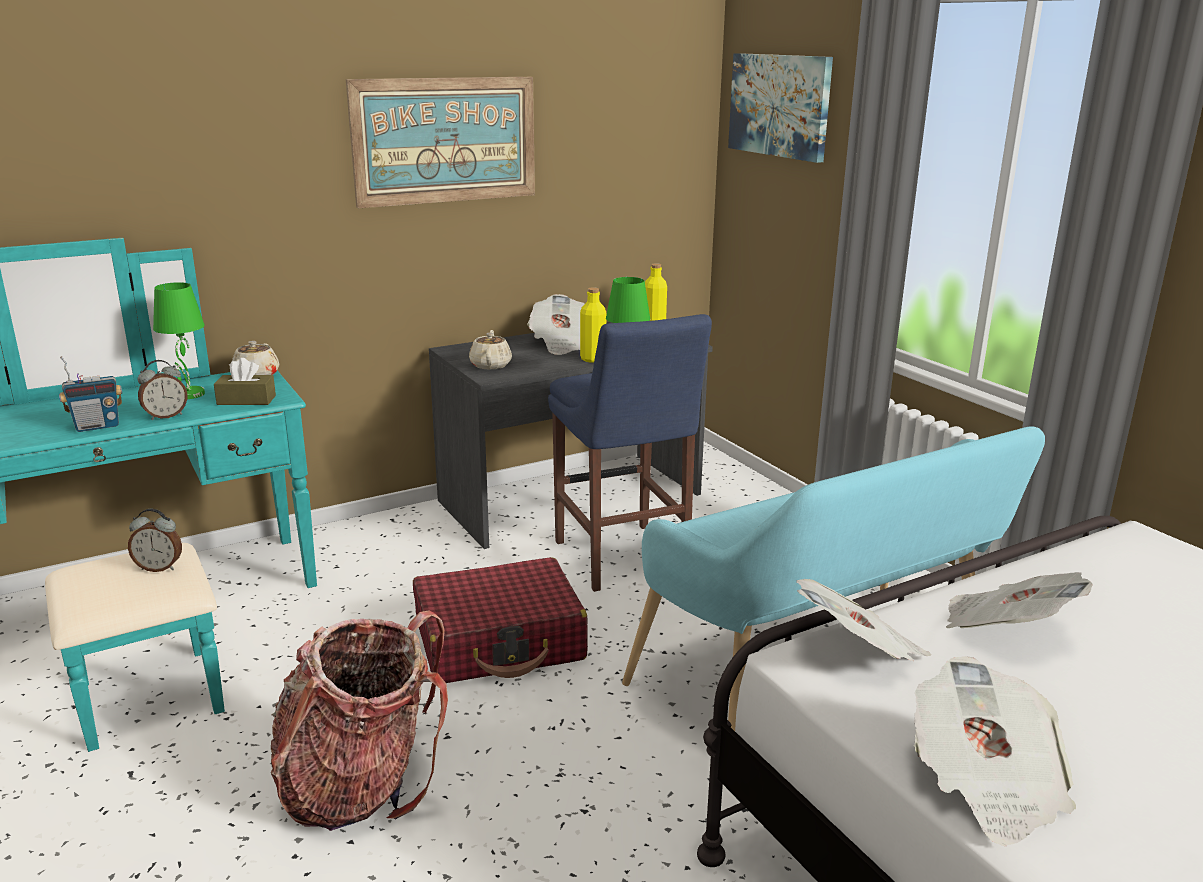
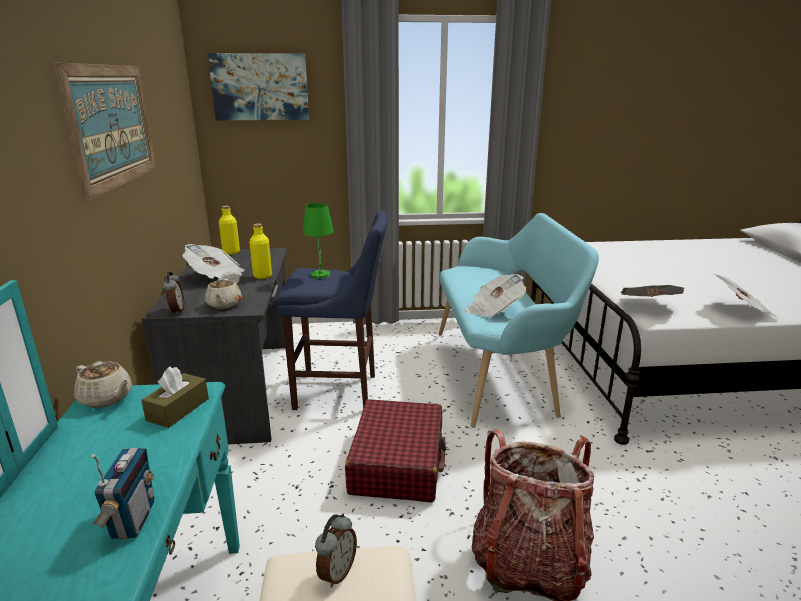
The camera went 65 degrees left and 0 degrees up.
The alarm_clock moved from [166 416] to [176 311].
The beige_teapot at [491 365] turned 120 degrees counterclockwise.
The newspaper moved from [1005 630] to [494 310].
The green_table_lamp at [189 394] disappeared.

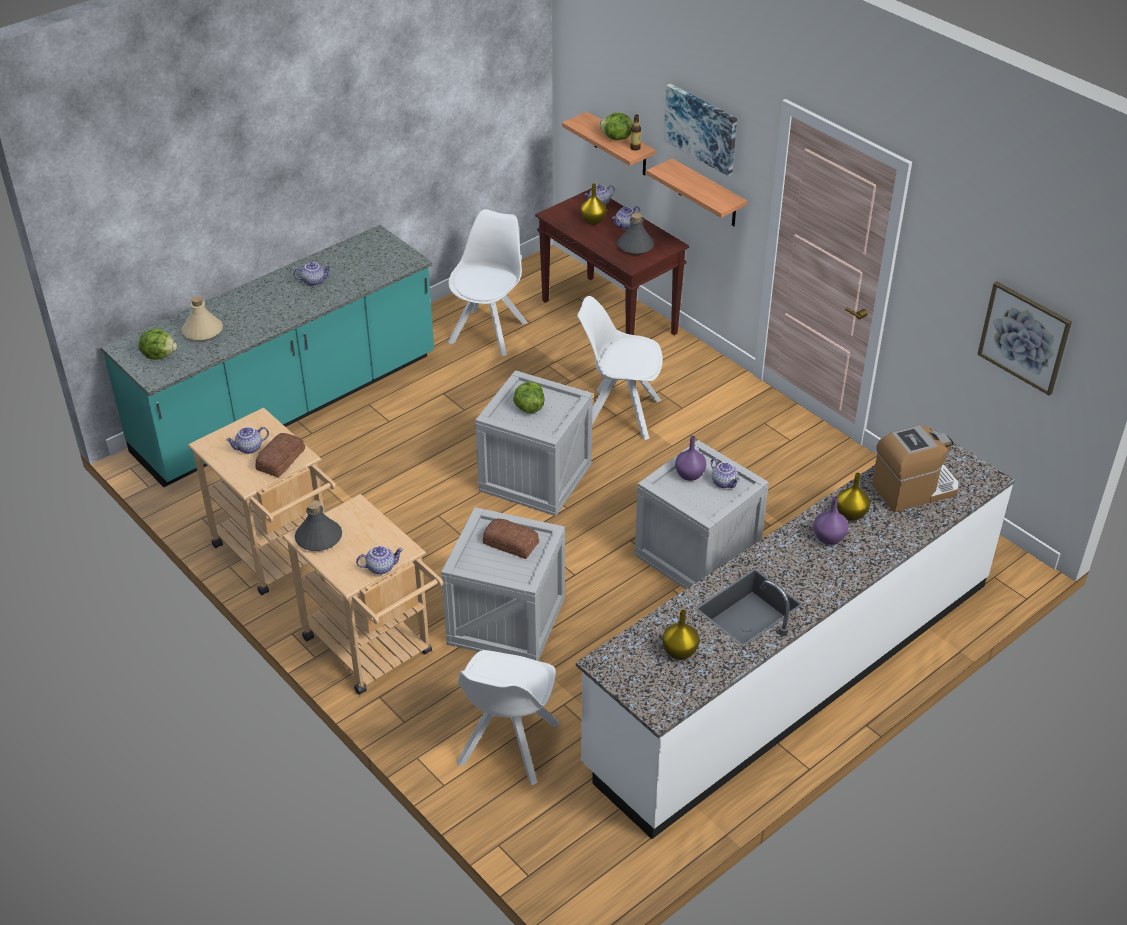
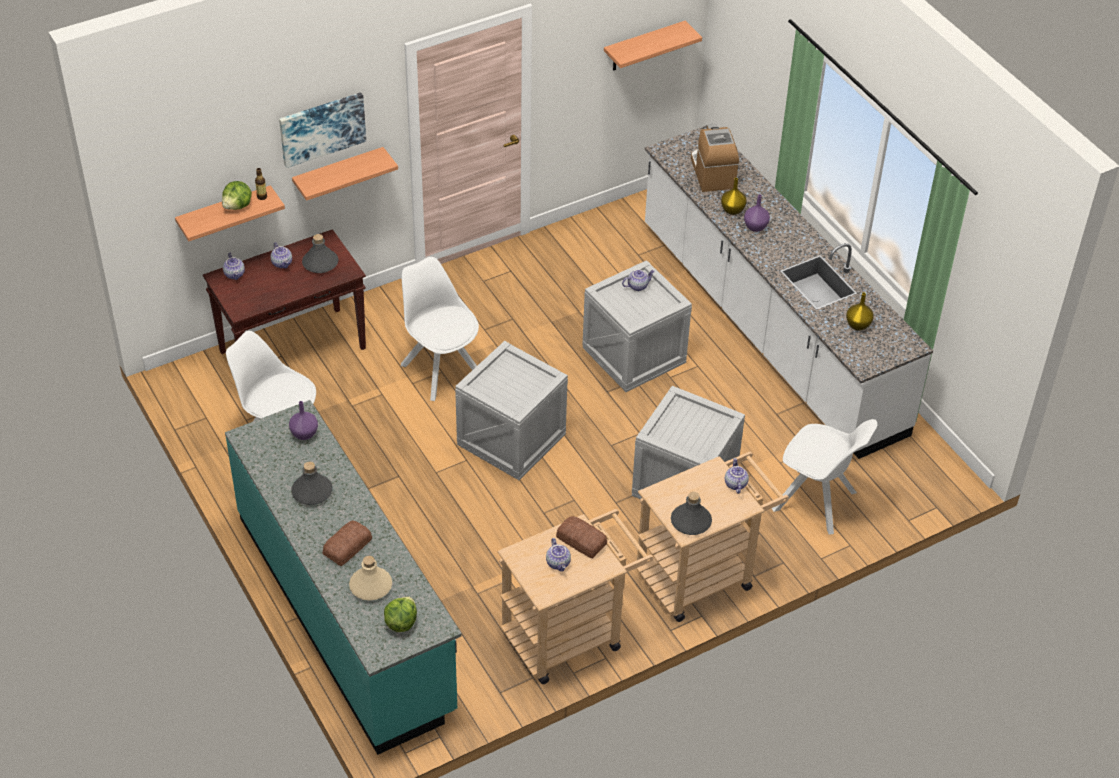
The camera went 80 degrees left and 5 degrees up.
The purple_vase moved from [690 475] to [304 433].
The teapot at [314 281] was replaced by the grey_bottle at [312 492].
The bread moved from [510 542] to [346 547].
The white_chair at [619 413] turned 120 degrees clockwise.
The picture at [1024 337] was replaced by the shelf at [644 46].
The lettuce at [529 408] disappeared.
The yellow_vase at [593 221] disappeared.

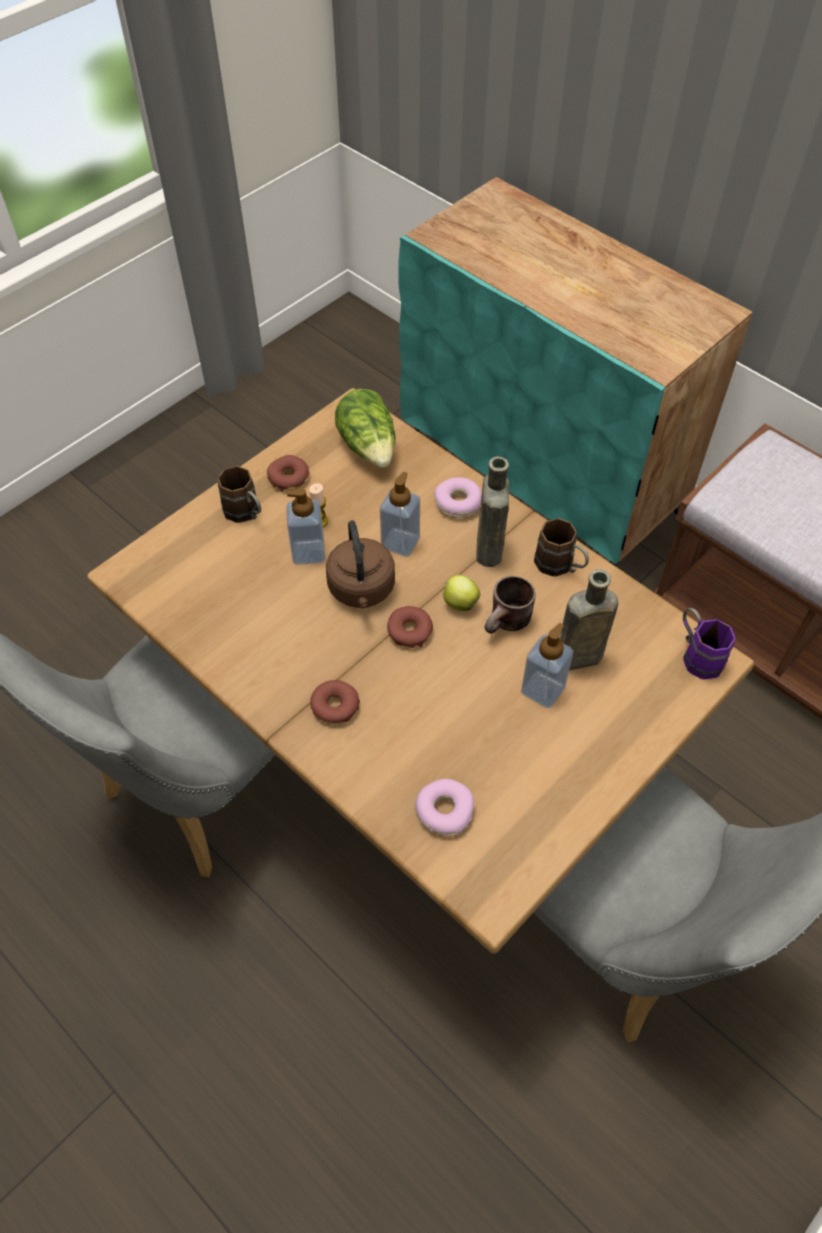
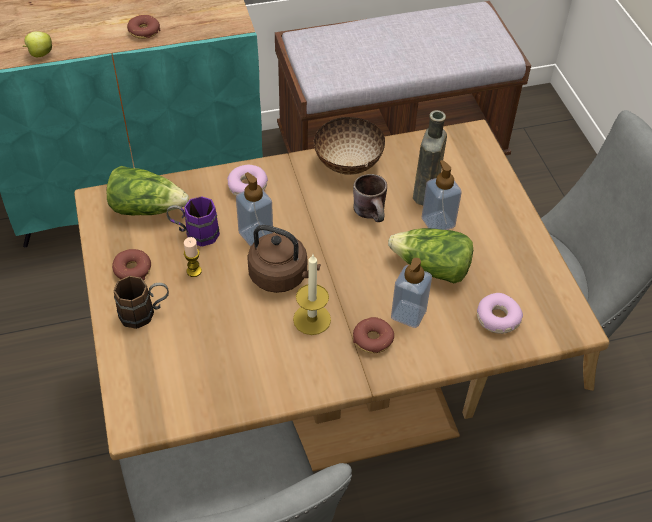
The camera went 60 degrees left and 5 degrees down.
The apple moved from [459 603] to [40 54].
The donut moved from [409 631] to [144 31].
The purple_mug moved from [697 654] to [194 234].
The candle at [312 319] appeared.
The brown_mug at [560 567] was replaced by the bowl at [347 164].
The lettuce at [431 268] appeared.
The soap_dispenser moved from [308 552] to [408 314].
The brown_bottle at [489 552] disappeared.

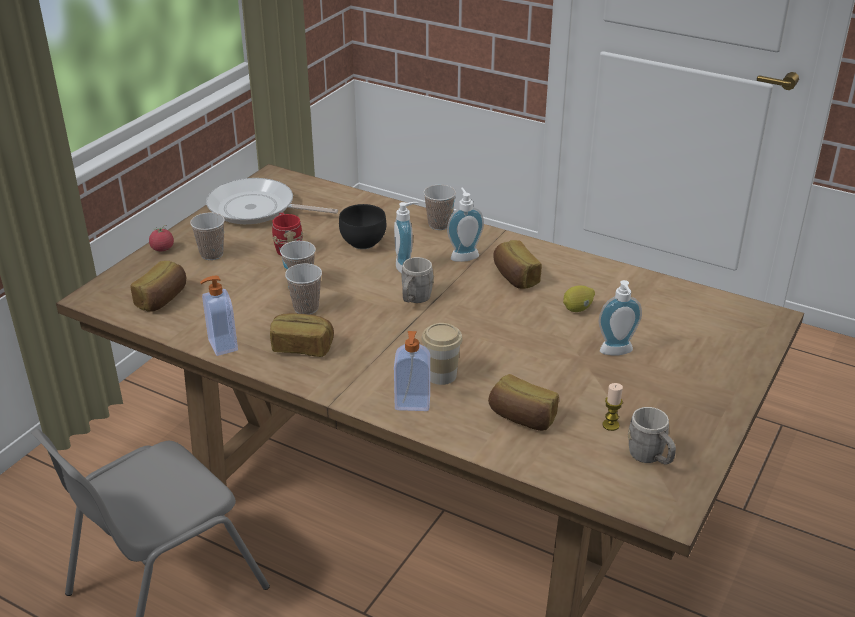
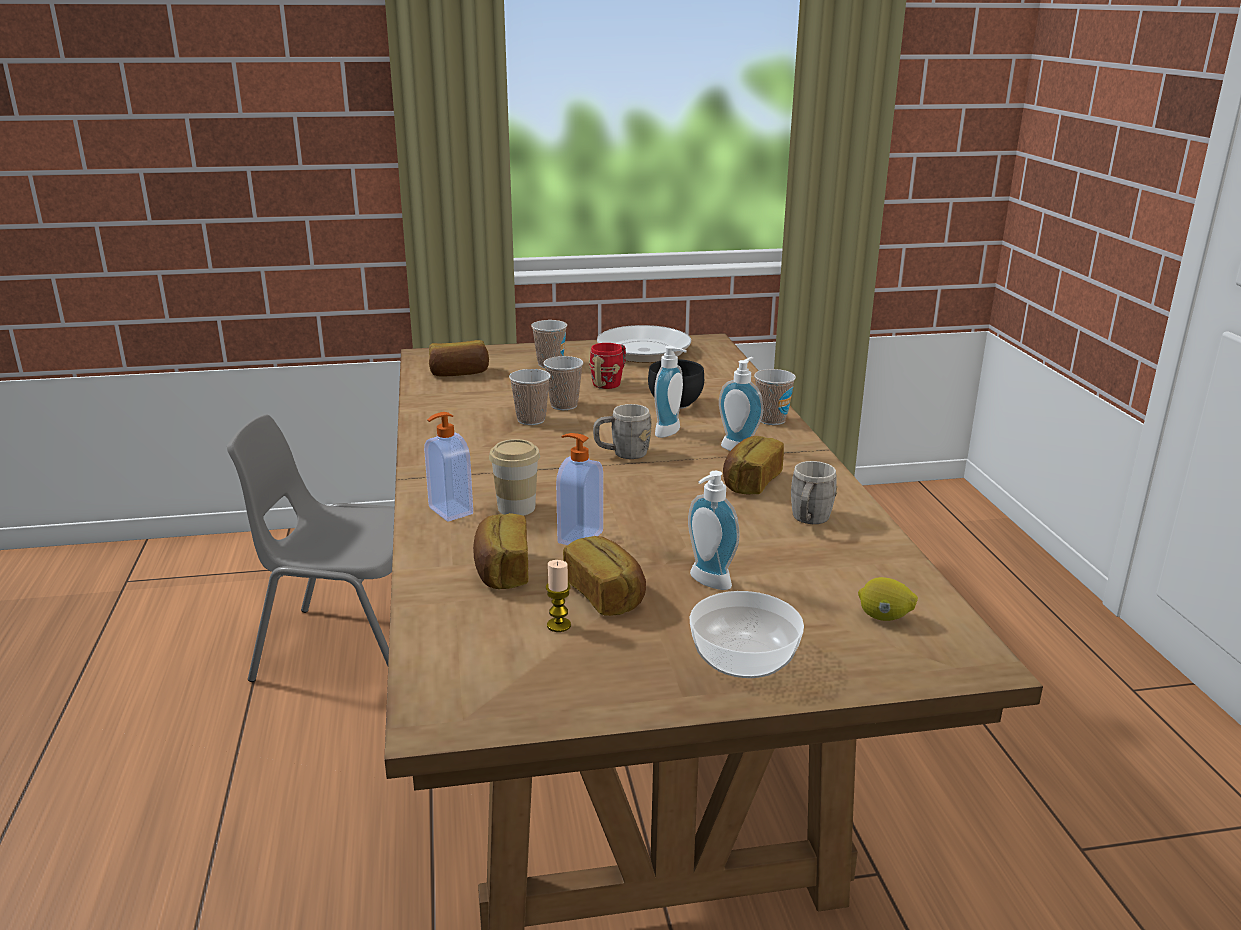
The camera went 50 degrees right and 10 degrees down.
The soap_dispenser moved from [221 345] to [579 537].
The bread moved from [302 347] to [606 595].
The bowl at [742 657] appeared.
The grey_mug moved from [650 458] to [808 520].
The lemon moved from [577 309] to [884 617].
The tomato at [162 249] disappeared.

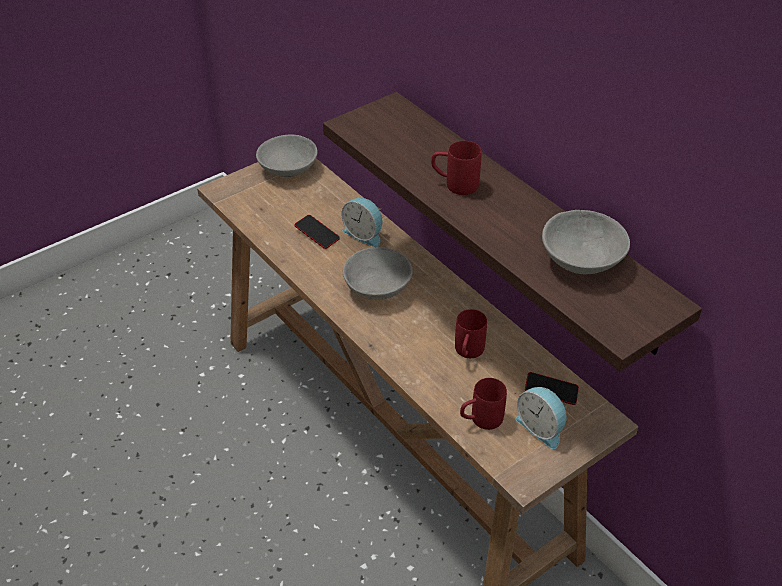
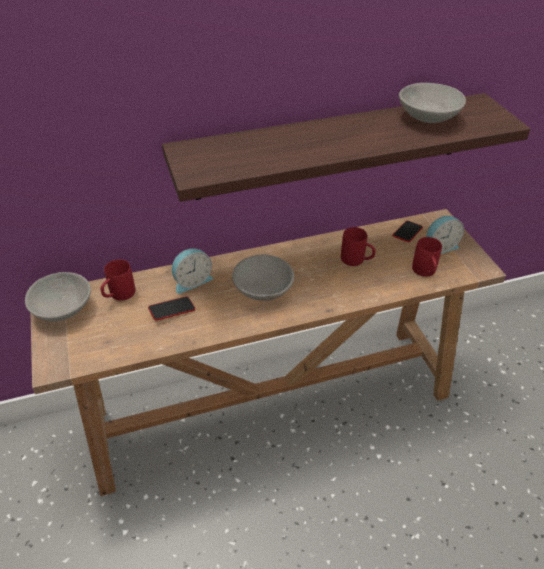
The camera went 70 degrees left and 0 degrees up.
The red_mug moved from [454 184] to [118 296].

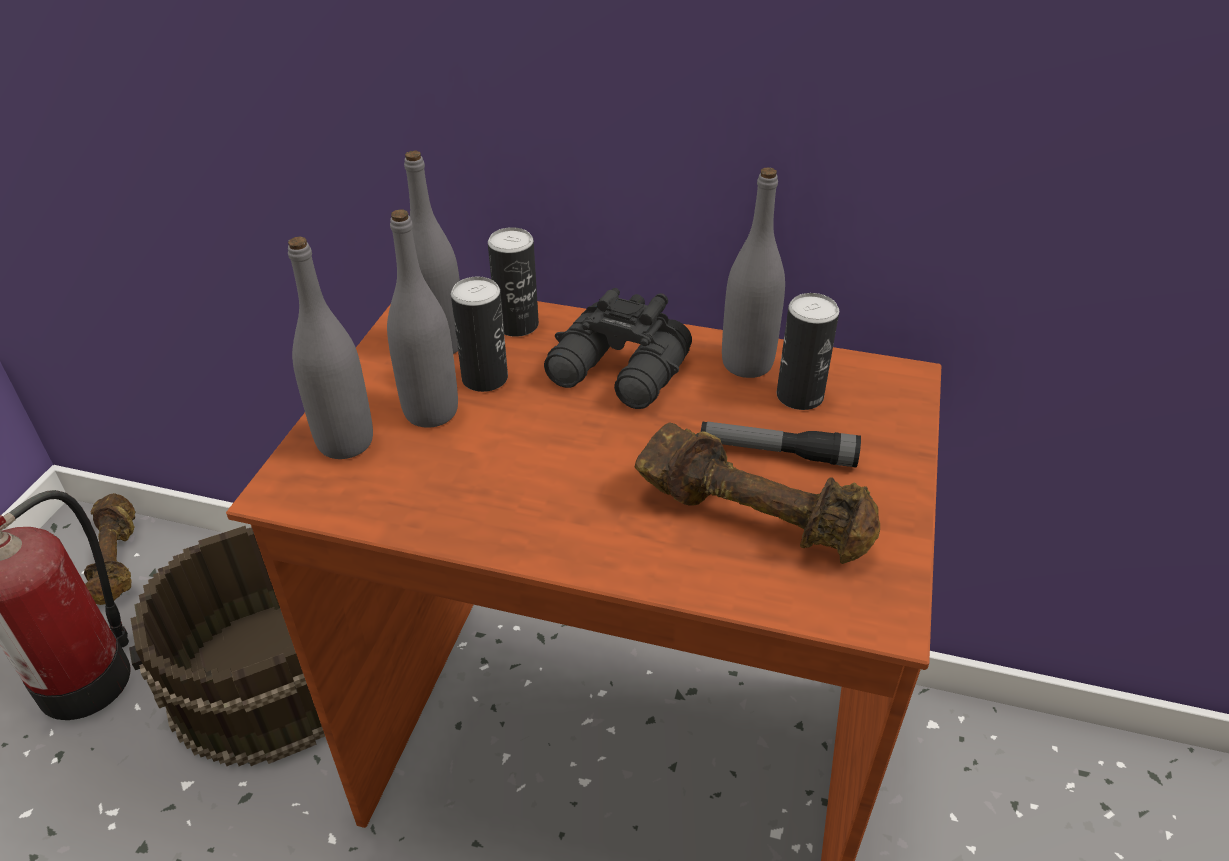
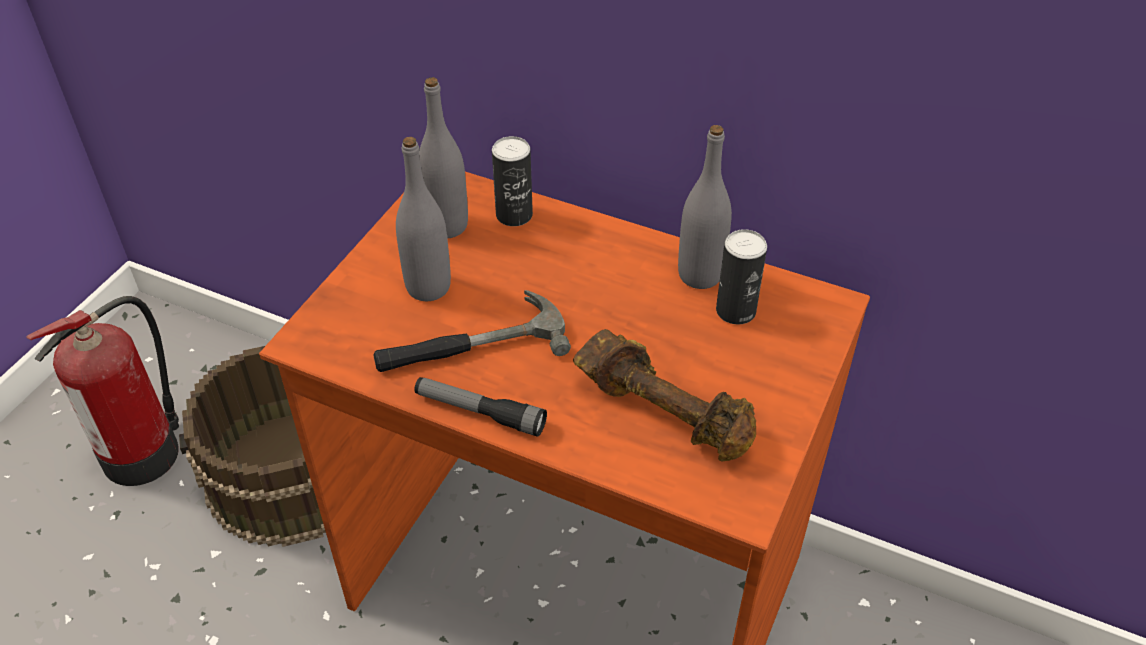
The camera went 10 degrees right and 5 degrees up.
The hammer at [470 345] appeared.
The flashlight moved from [777 453] to [479 412].
The brown_dumbbell at [118 561] disappeared.
The grey_bottle at [345 442] disappeared.
The can at [485 378] disappeared.
The black_binoculars at [620 373] disappeared.

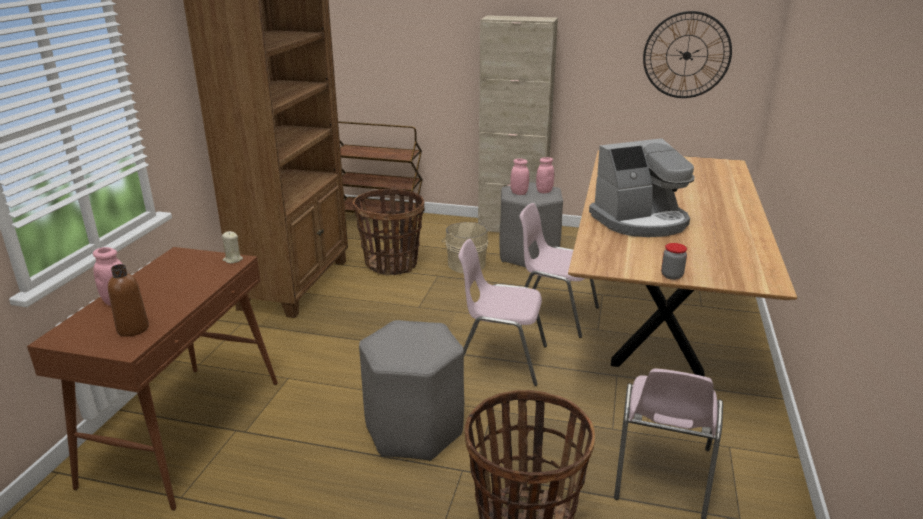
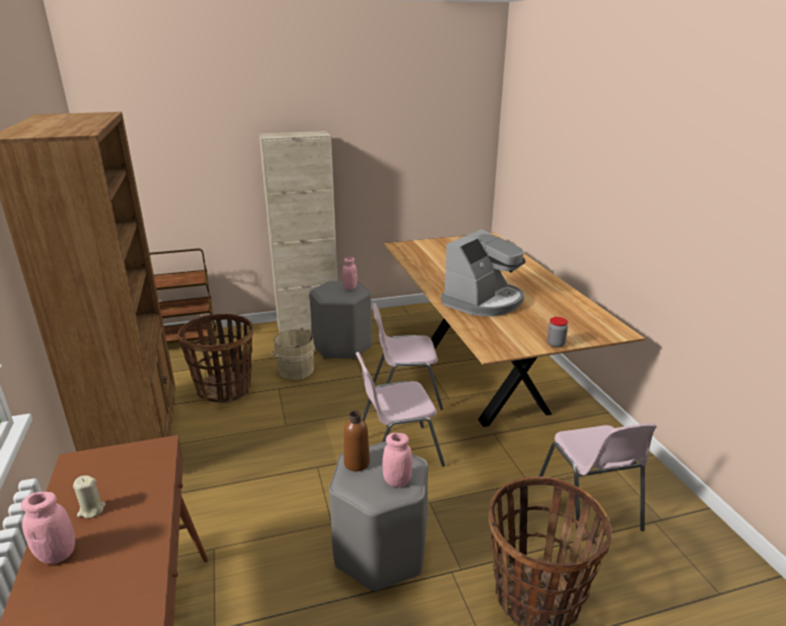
The camera went 30 degrees left and 0 degrees up.
The beige_candle moved from [233 260] to [91 510].
The brown_bottle moved from [133 329] to [356 463].
The pink_jar moved from [519 193] to [397 481].
The wall_clock at [686 55] disappeared.

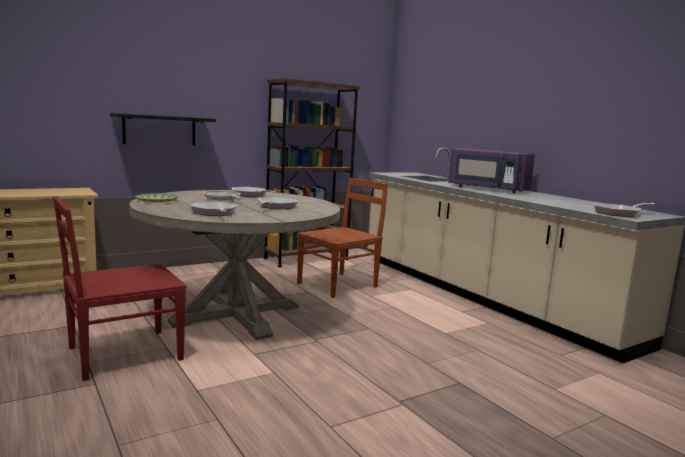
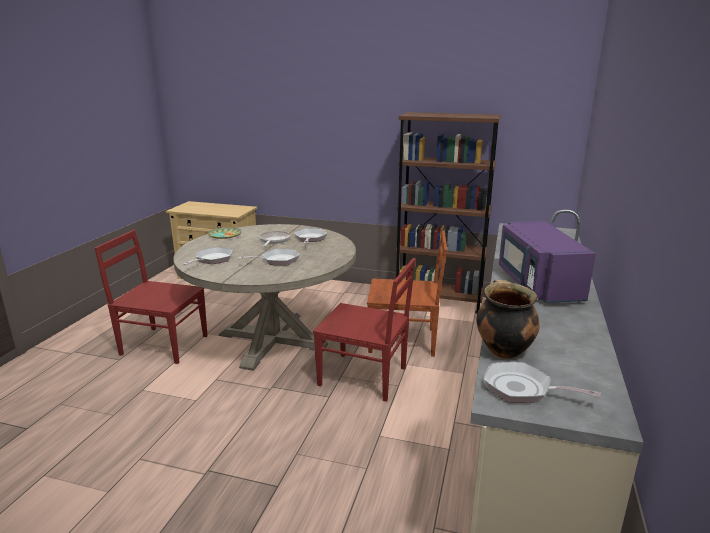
The camera went 50 degrees right and 10 degrees up.
The red_chair at [365 377] appeared.
The cooking_pot at [503 350] appeared.
The black_shelf at [159 130] disappeared.

